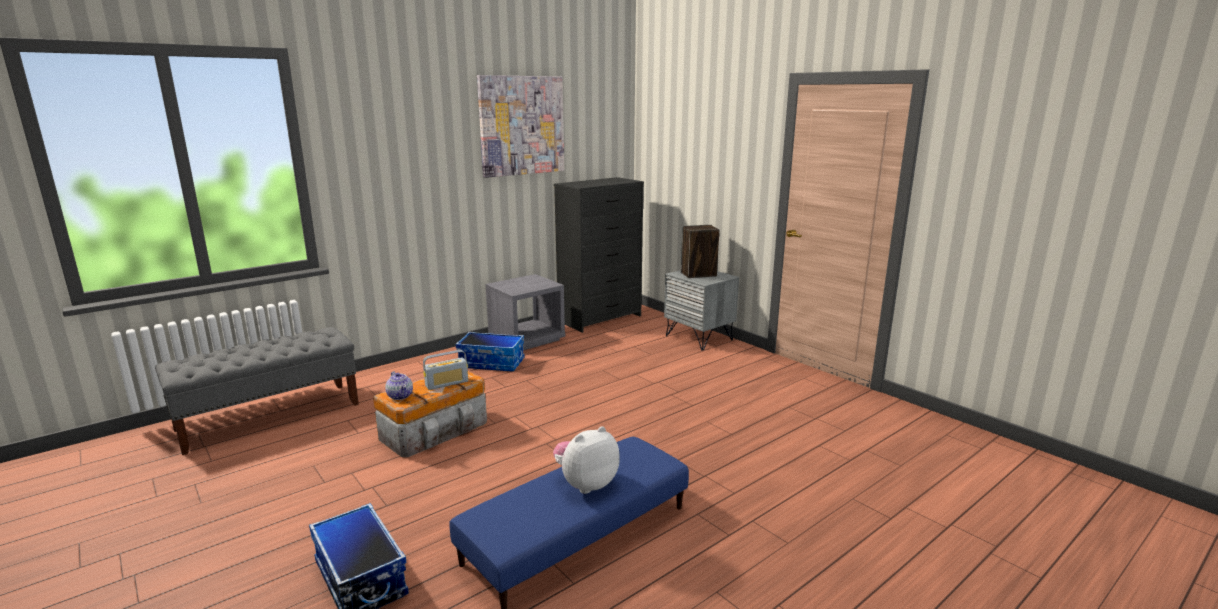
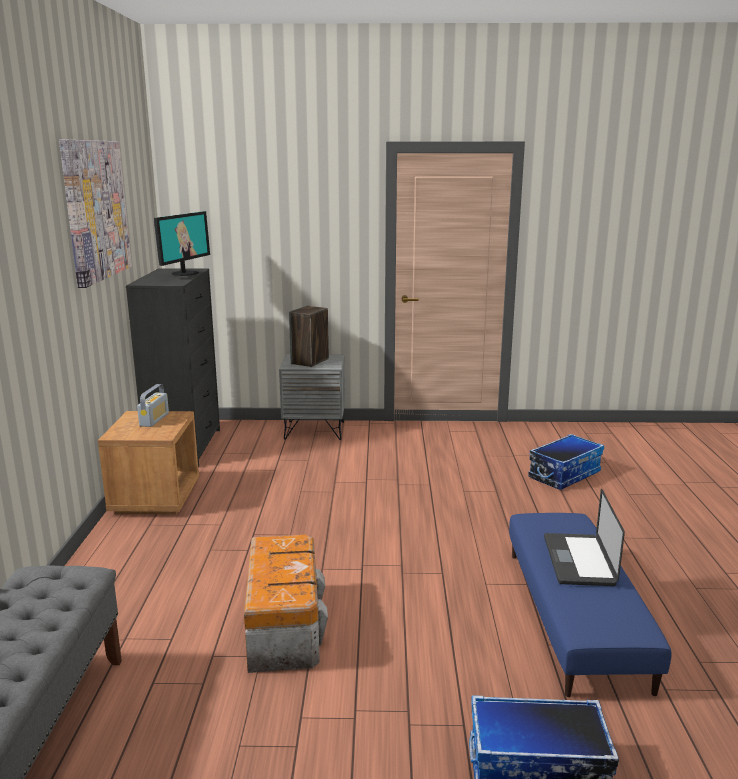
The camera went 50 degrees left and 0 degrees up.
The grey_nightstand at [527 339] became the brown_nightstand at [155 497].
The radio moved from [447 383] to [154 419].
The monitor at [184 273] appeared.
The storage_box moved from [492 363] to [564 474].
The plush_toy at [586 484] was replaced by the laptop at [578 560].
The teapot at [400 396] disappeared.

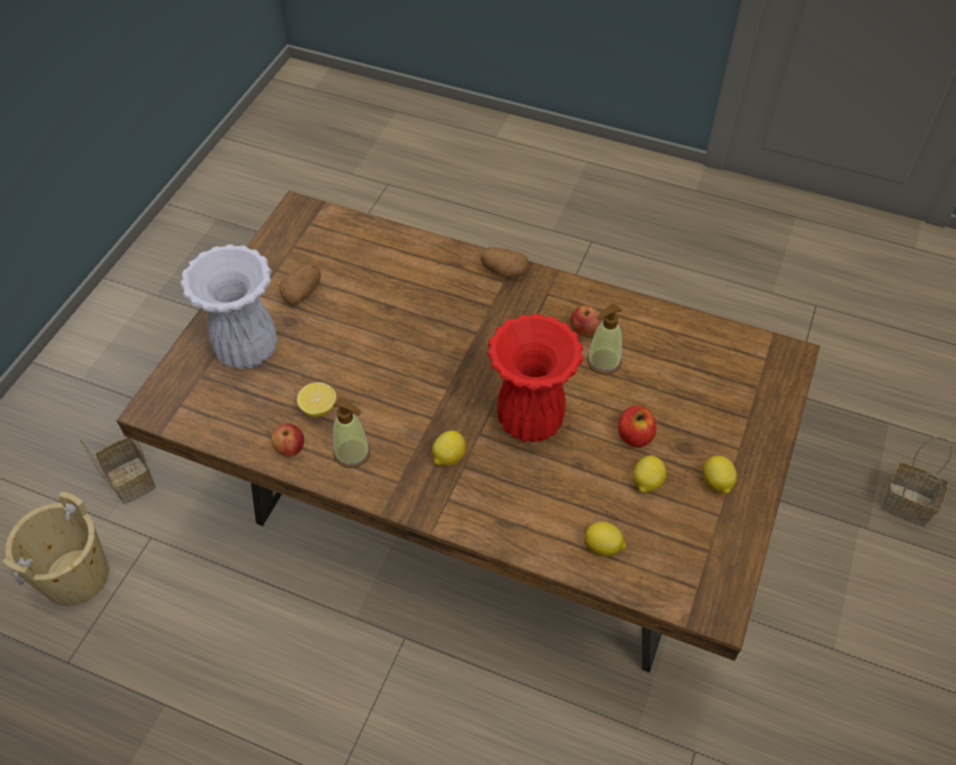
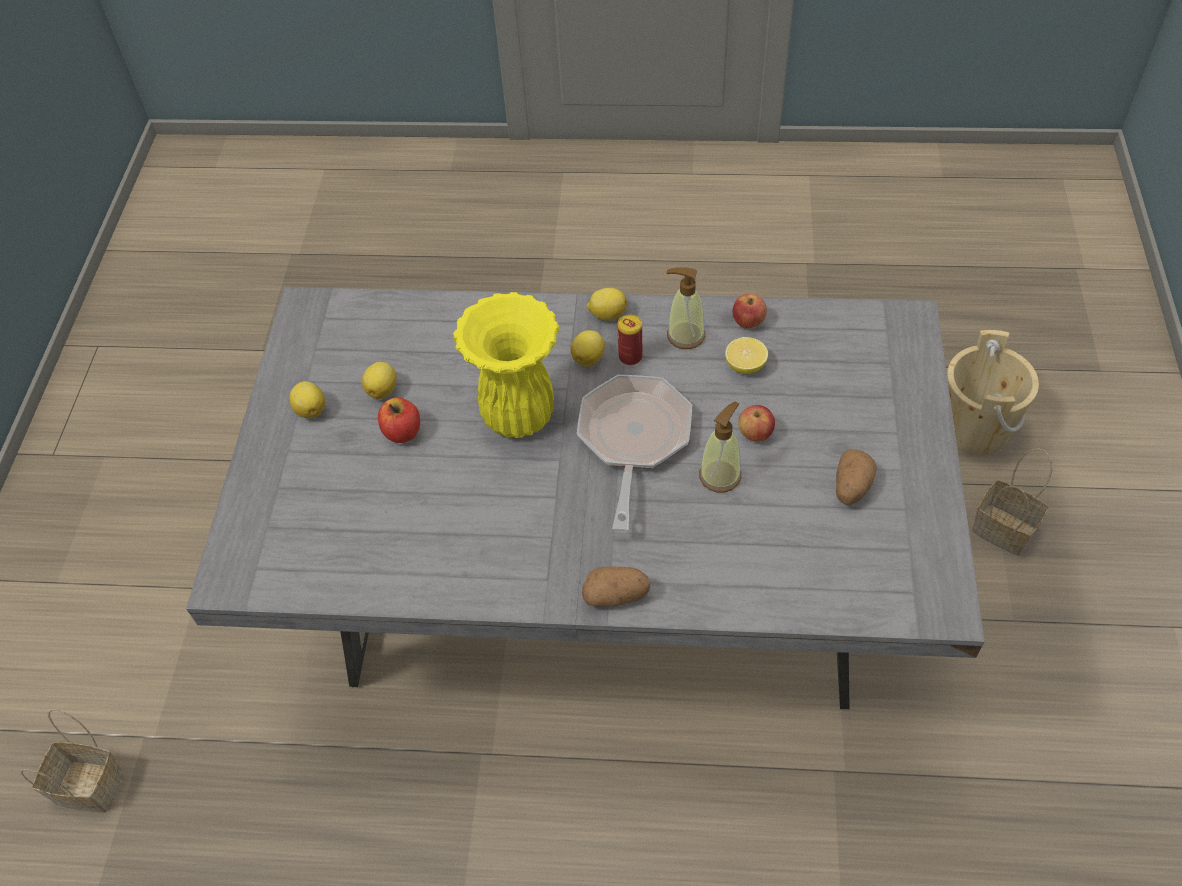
The camera went 165 degrees right and 0 degrees up.
The brown_dining_table at [481 520] became the grey_dining_table at [598 606].
The red_vase at [528 421] became the yellow_vase at [520 415].
The frying_pan at [633 440] appeared.
The lemon moved from [603 547] to [607 315].
The can at [630 357] appeared.
The soap_dispenser moved from [603 361] to [720 475].
The apple moved from [584 330] to [755 434].
The white_vase at [246 351] disappeared.

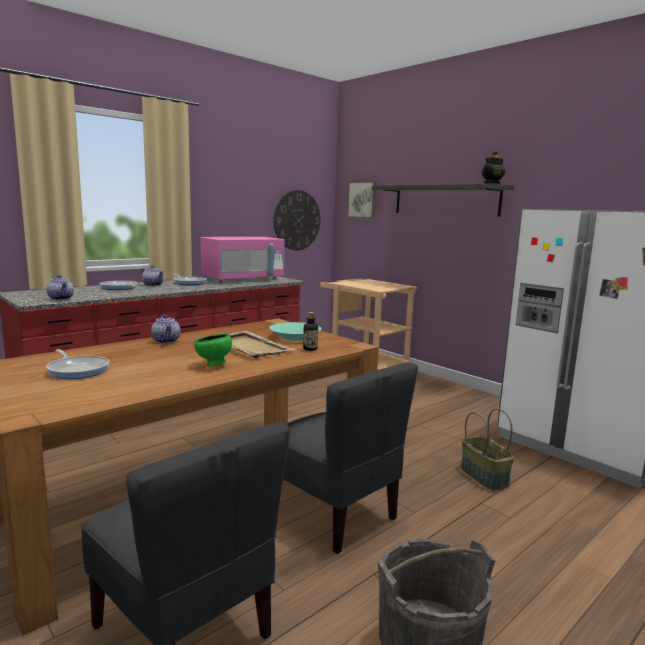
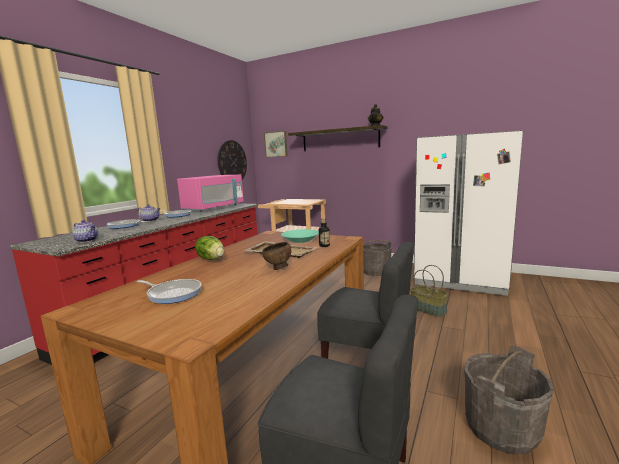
The camera went 20 degrees left and 0 degrees up.
The teapot at [167 341] was replaced by the lettuce at [212 259].
The green_bowl at [213 365] became the brown_bowl at [278 268].
The grey_bucket at [375 271] appeared.

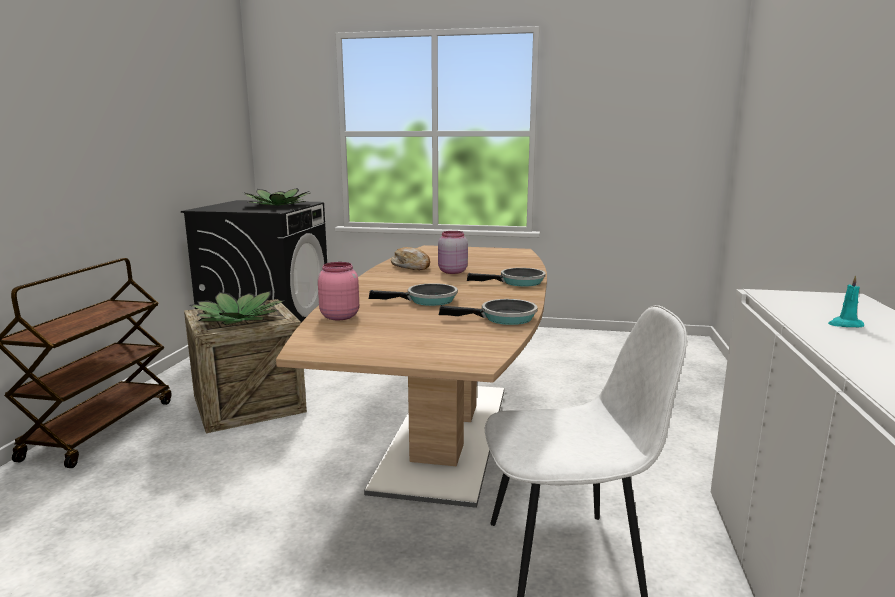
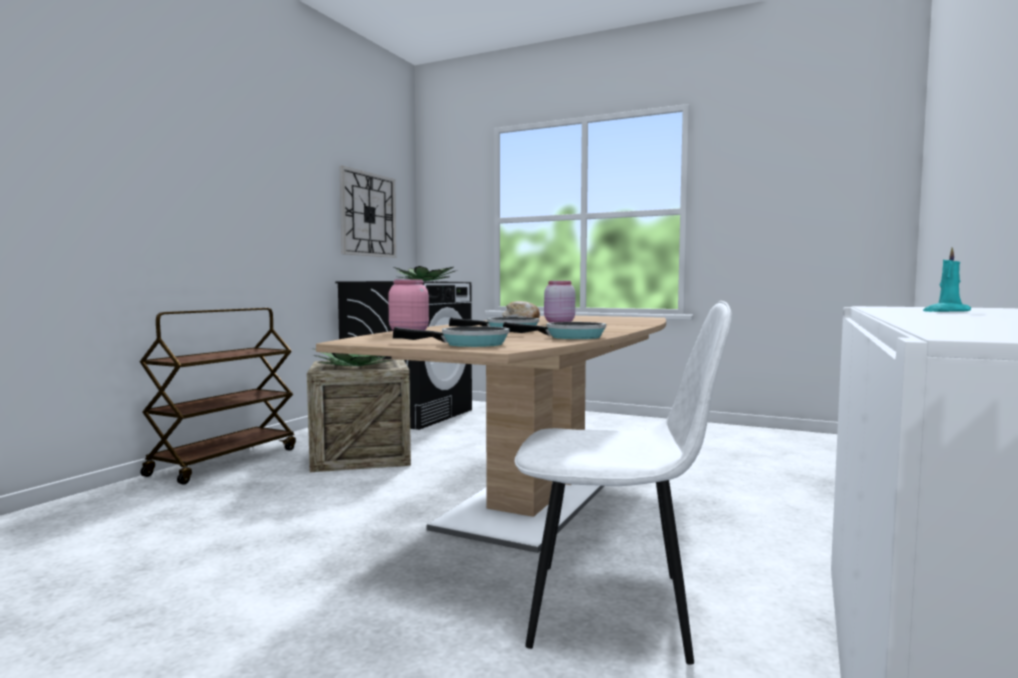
The camera went 15 degrees right and 10 degrees down.
The wall_clock at [368 214] appeared.
The frying_pan moved from [518 282] to [468 344].

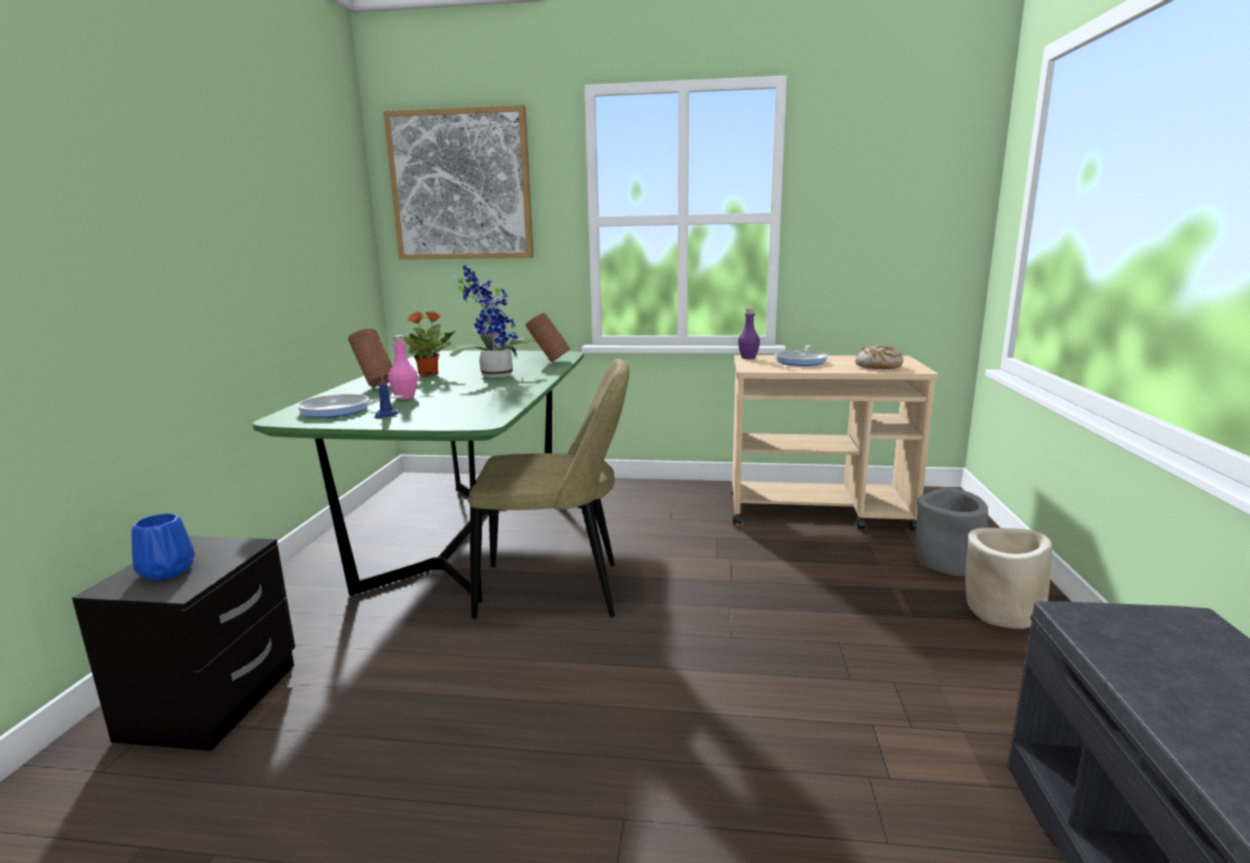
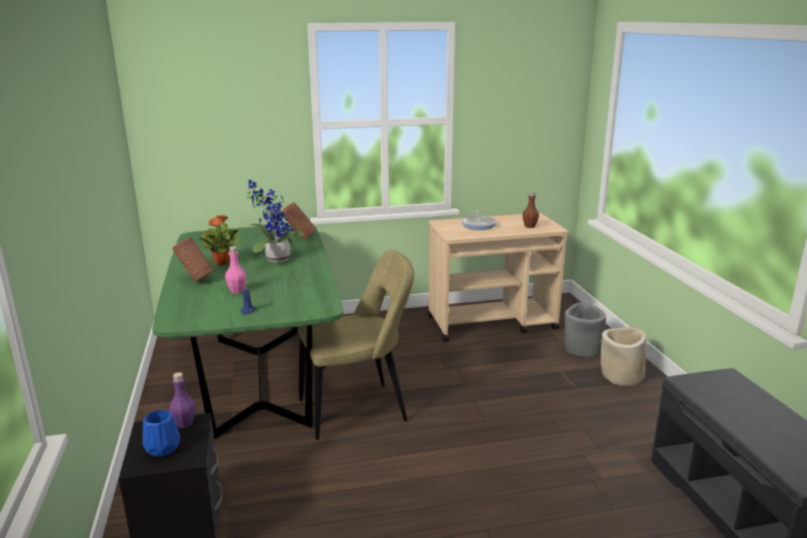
The camera went 20 degrees left and 5 degrees up.
The purple_bottle moved from [748 358] to [184 423].
The bread at [878 366] was replaced by the brown_bottle at [530 226].
The frying_pan at [339 410] disappeared.
The picture at [461 185] disappeared.

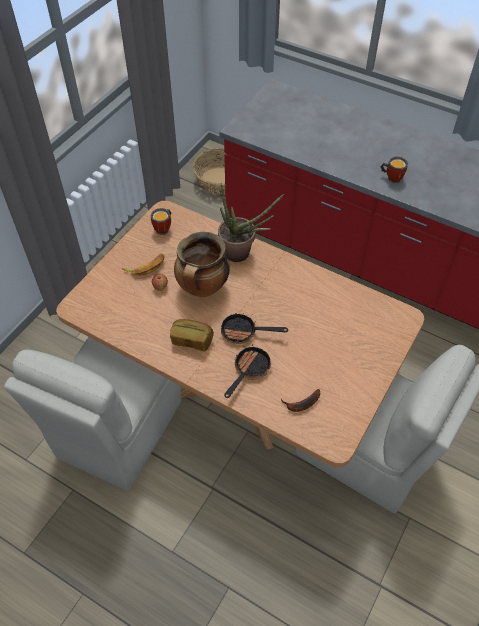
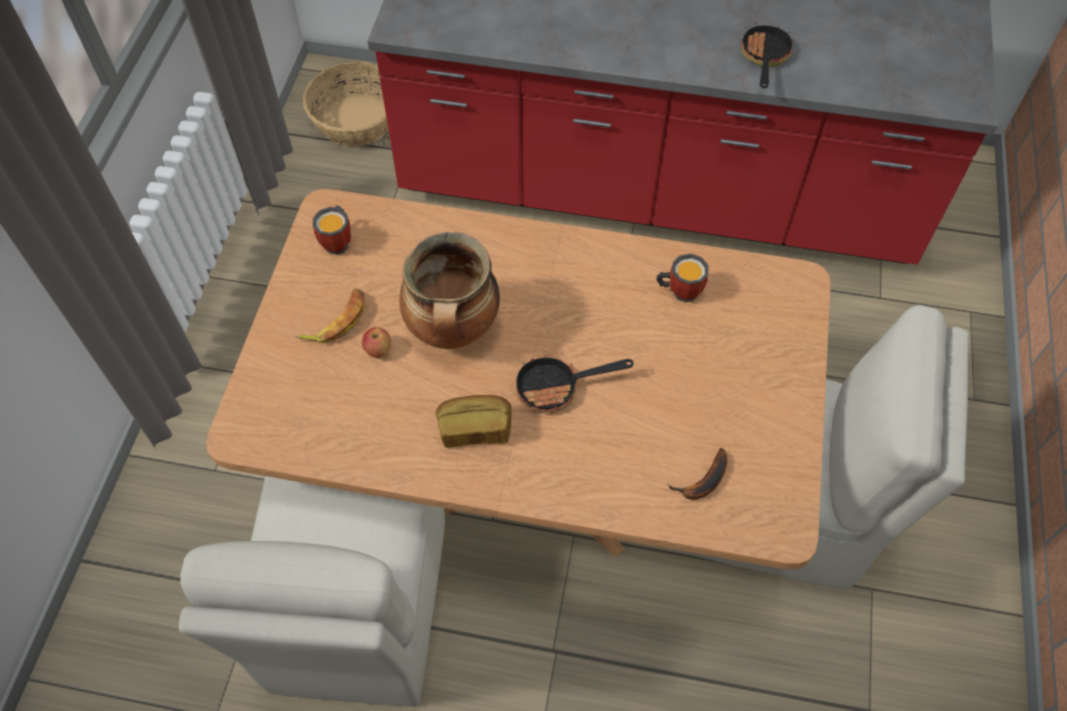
The camera went 20 degrees left and 5 degrees up.
The mug moved from [392 177] to [680 290].
The frying_pan moved from [249 370] to [764 58].
The potted_plant at [242 254] disappeared.

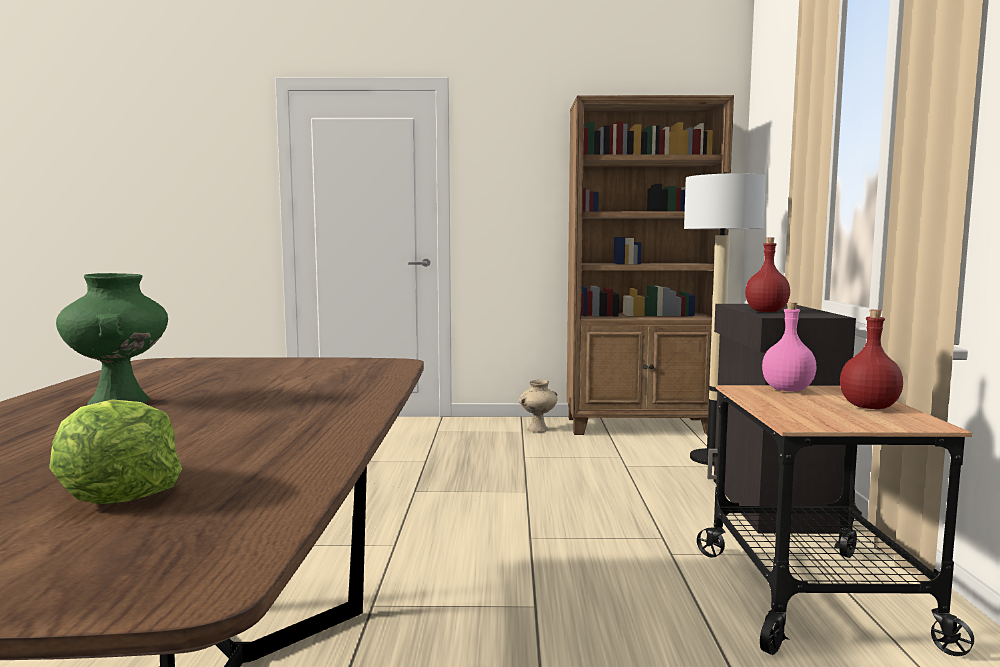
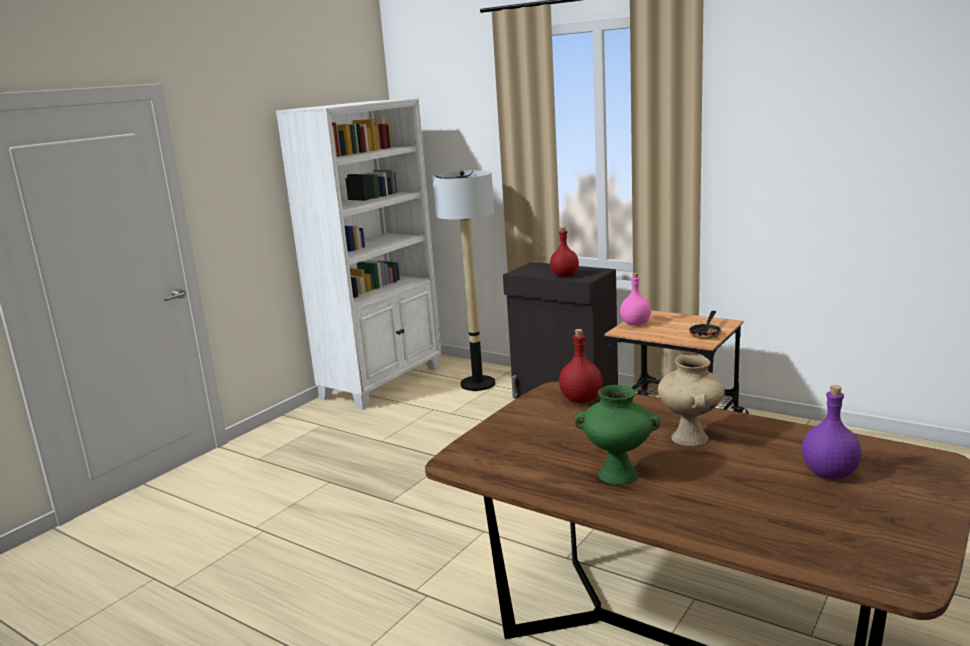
The camera went 55 degrees left and 10 degrees up.
The brown_bookcase at [640 426] became the white_bookcase at [383 382].
The red_bottle moved from [869 407] to [580 399].
The beige_vase moved from [538 430] to [691 438].
The frying_pan at [706 333] appeared.
The lettuce at [115 492] was replaced by the purple_bottle at [830 473].

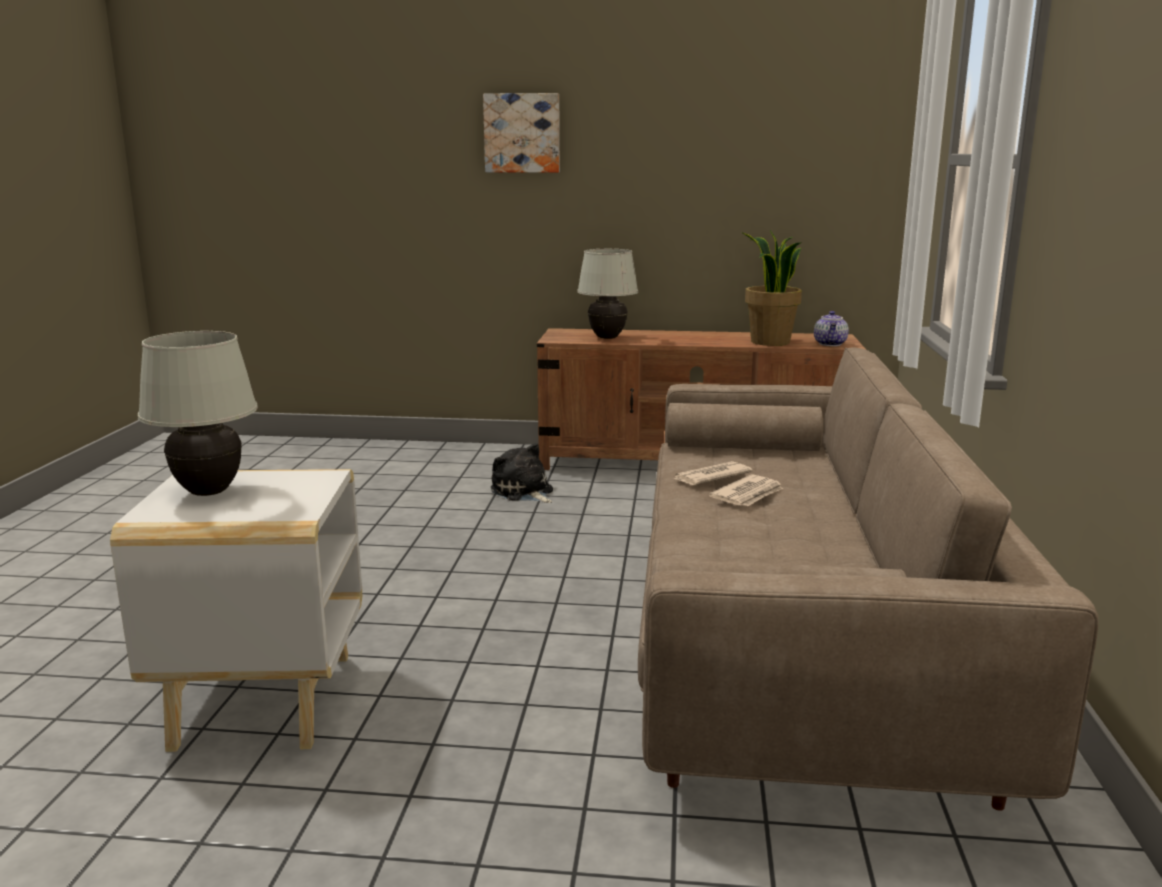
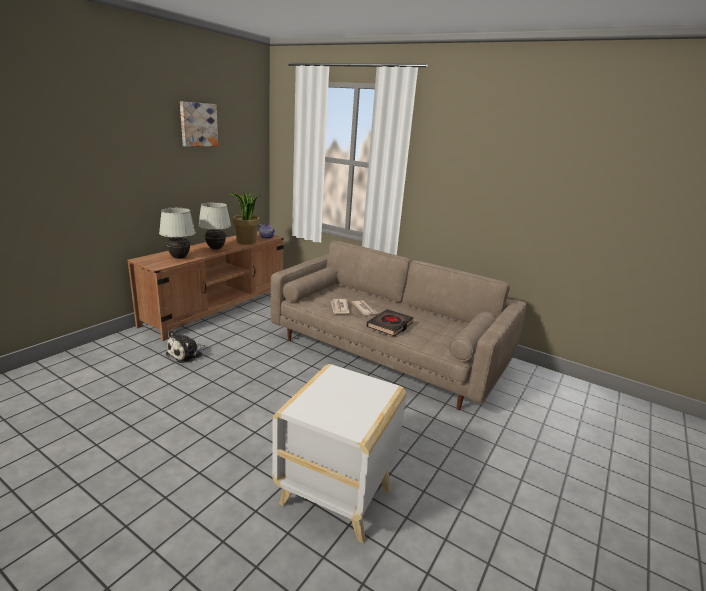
The camera went 65 degrees left and 5 degrees up.
The plush_toy at [523 492] turned 45 degrees counterclockwise.
The picture moved from [522 133] to [198 124].
The white_table_lamp moved from [208 492] to [216 249].
The black_book at [390 325] appeared.

